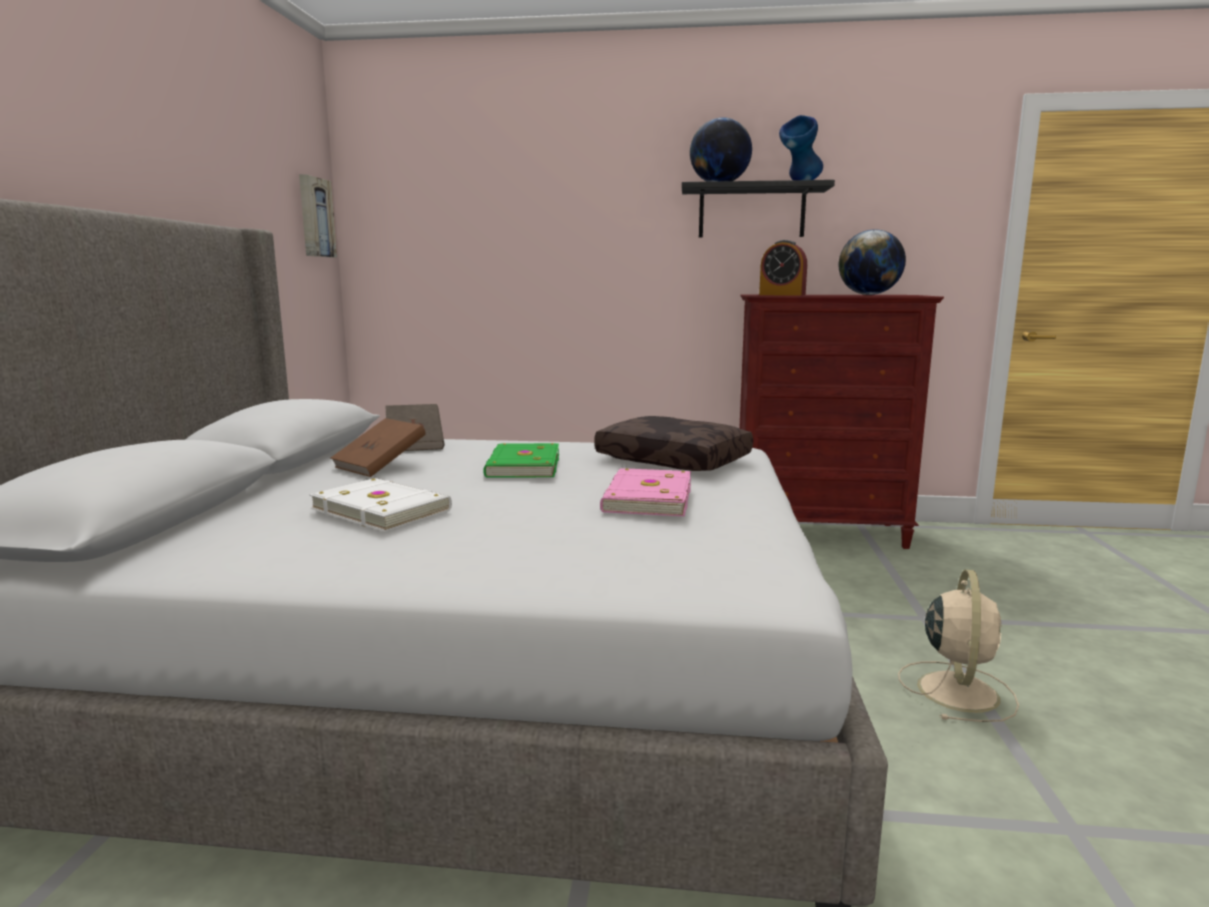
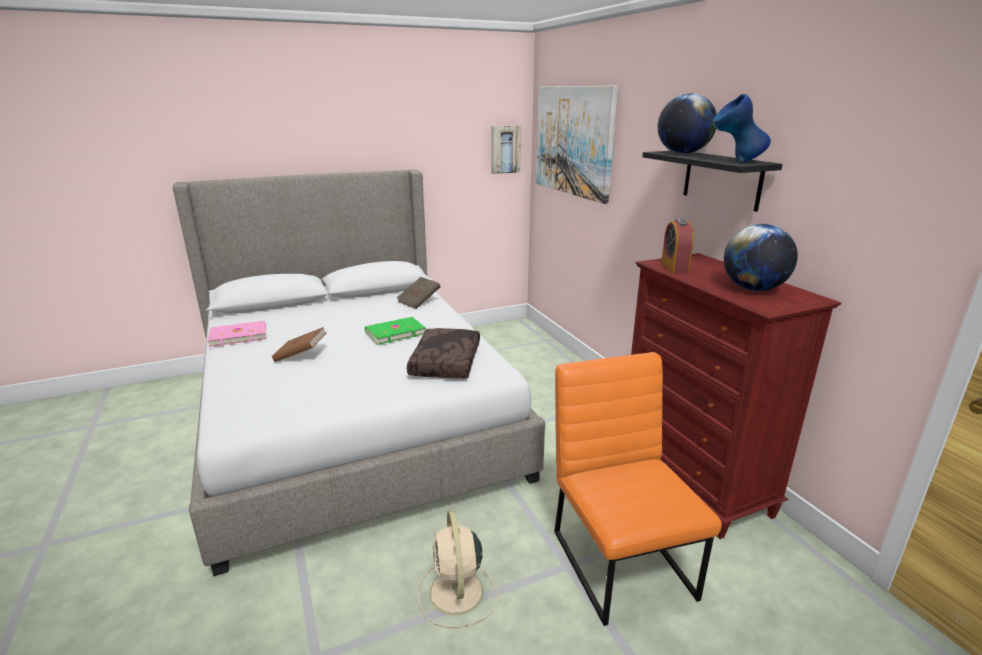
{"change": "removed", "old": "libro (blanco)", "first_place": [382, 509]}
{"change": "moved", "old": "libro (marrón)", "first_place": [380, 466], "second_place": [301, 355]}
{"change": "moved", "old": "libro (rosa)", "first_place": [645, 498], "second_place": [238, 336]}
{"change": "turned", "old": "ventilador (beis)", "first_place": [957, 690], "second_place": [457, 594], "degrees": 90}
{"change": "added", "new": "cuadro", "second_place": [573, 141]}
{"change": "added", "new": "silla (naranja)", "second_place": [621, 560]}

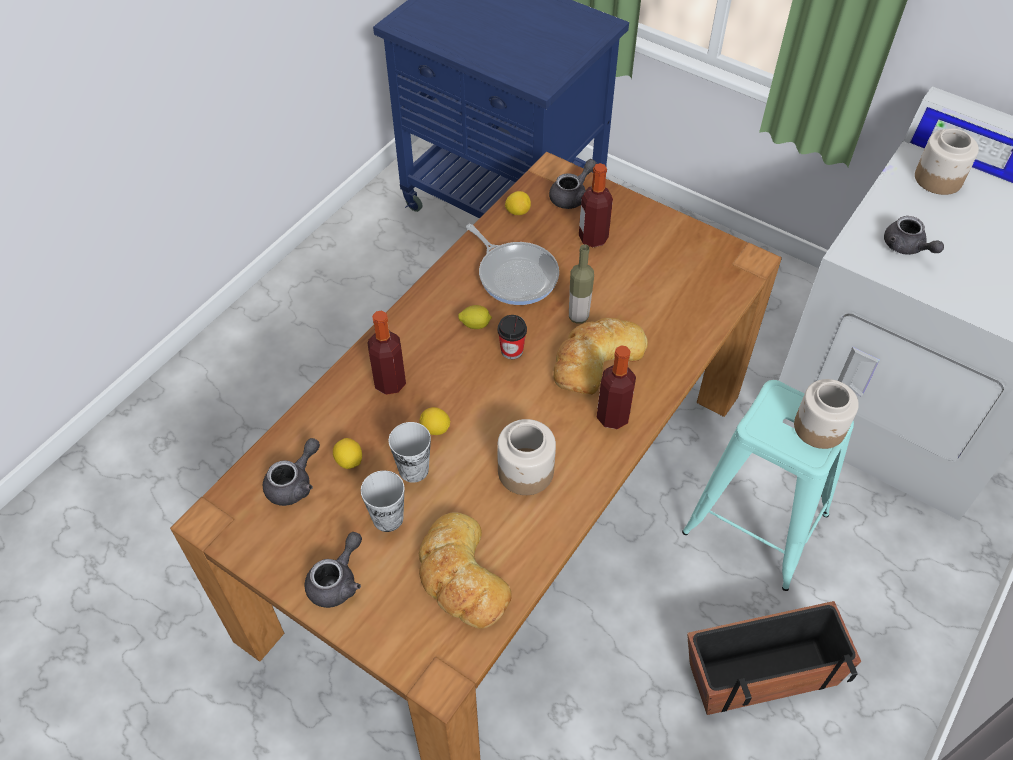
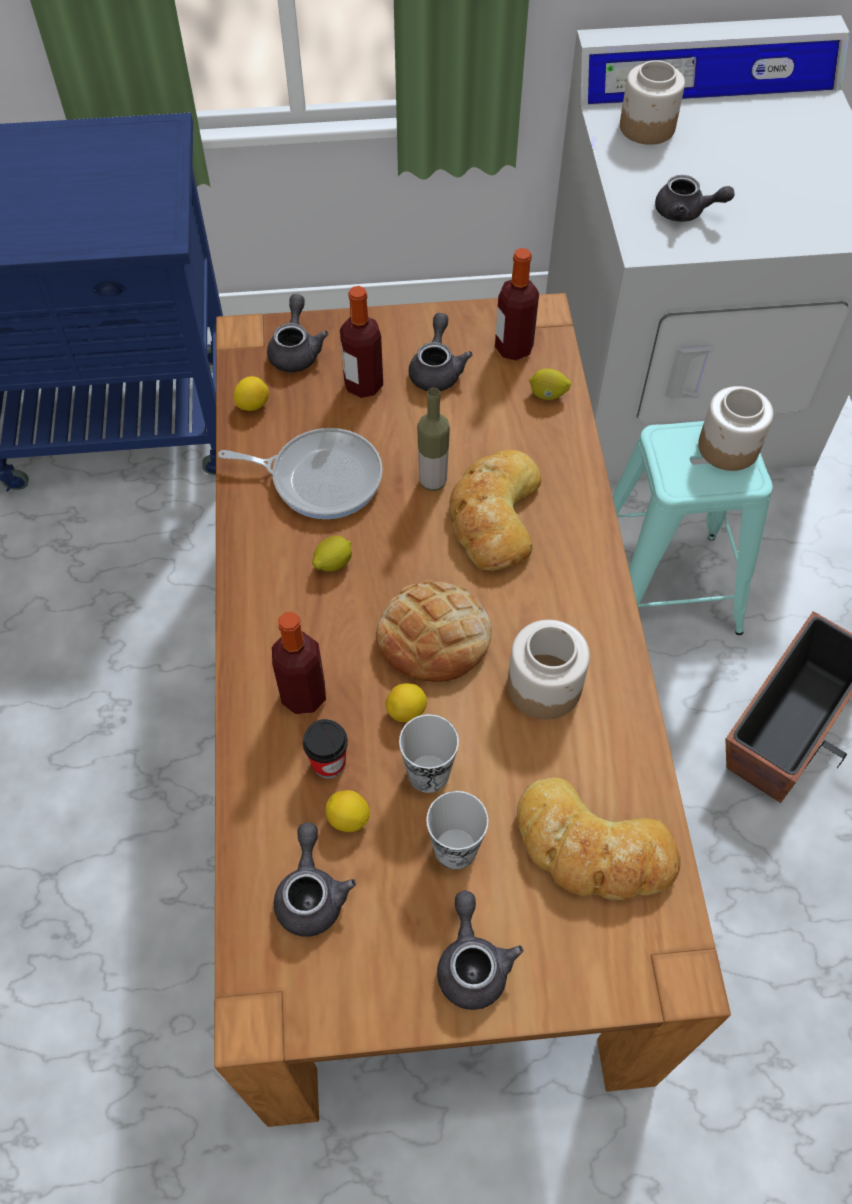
{"change": "moved", "old": "taza", "first_place": [512, 350], "second_place": [329, 763]}
{"change": "moved", "old": "botella", "first_place": [612, 416], "second_place": [513, 348]}
{"change": "added", "new": "pan", "second_place": [434, 636]}
{"change": "added", "new": "tetera (gris)", "second_place": [437, 369]}
{"change": "added", "new": "limón", "second_place": [548, 395]}

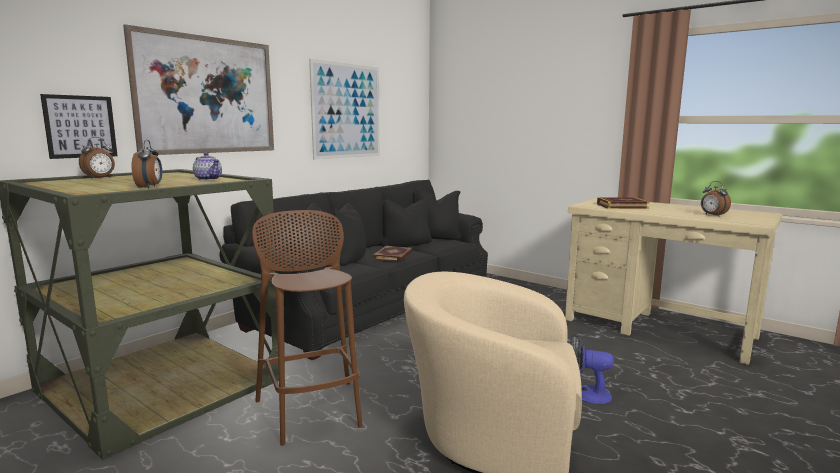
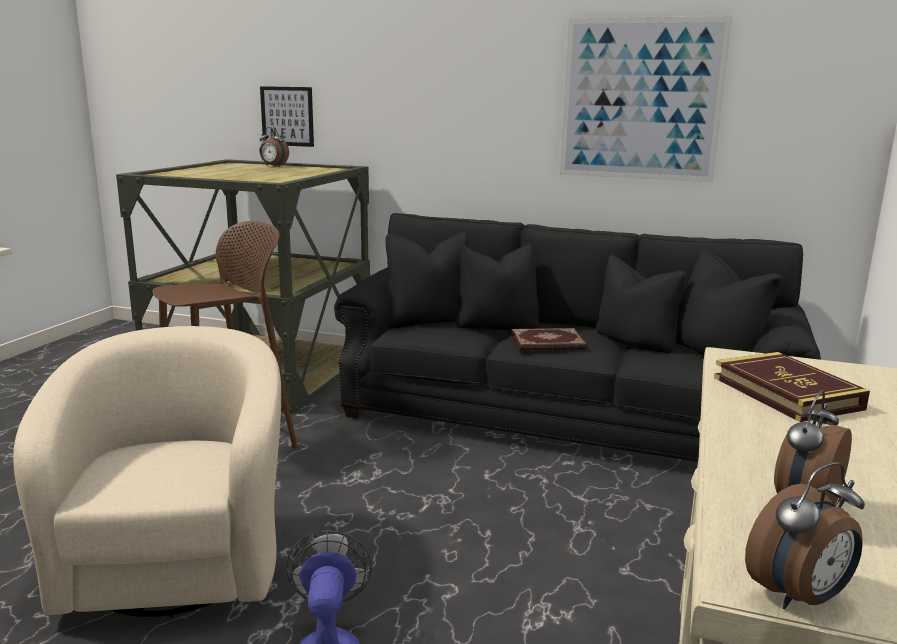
{"change": "removed", "old": "cuadro", "first_place": [207, 95]}
{"change": "moved", "old": "despertador", "first_place": [150, 187], "second_place": [800, 597]}
{"change": "removed", "old": "tetera", "first_place": [209, 179]}

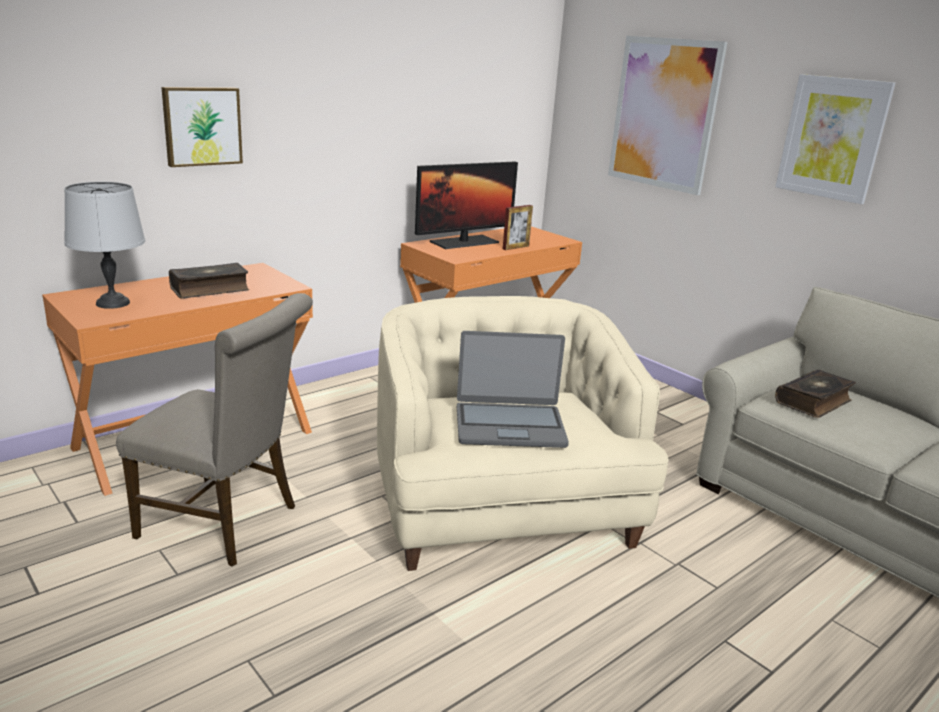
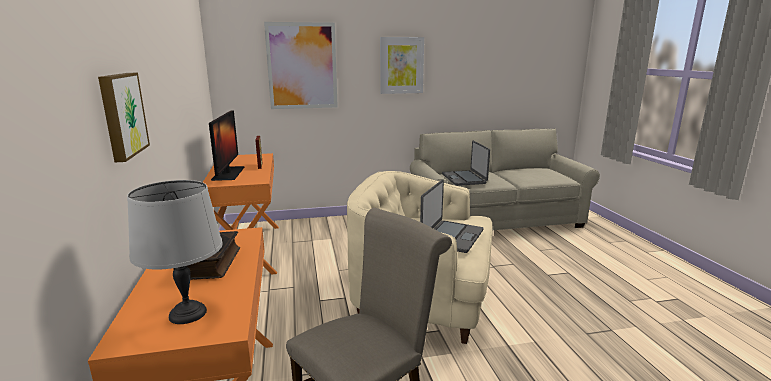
{"change": "replaced", "old": "libro", "new": "portátil", "first_place": [814, 402], "second_place": [464, 179]}

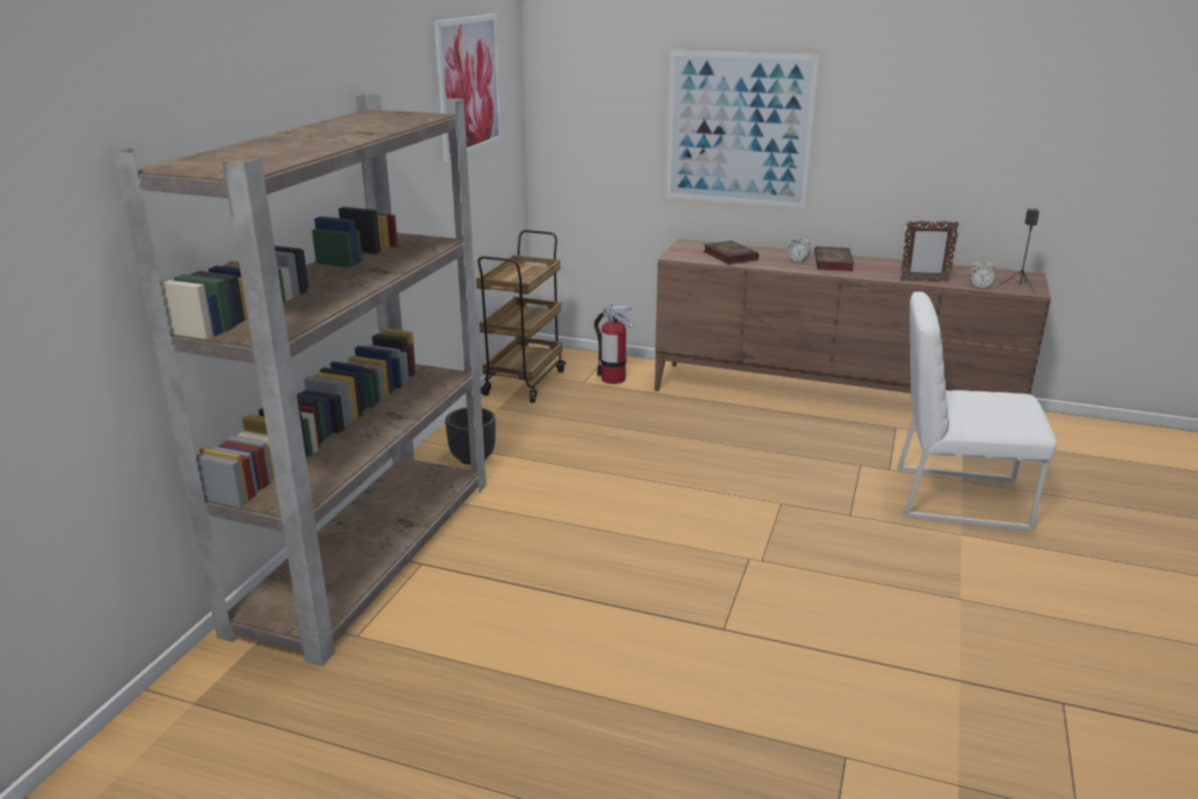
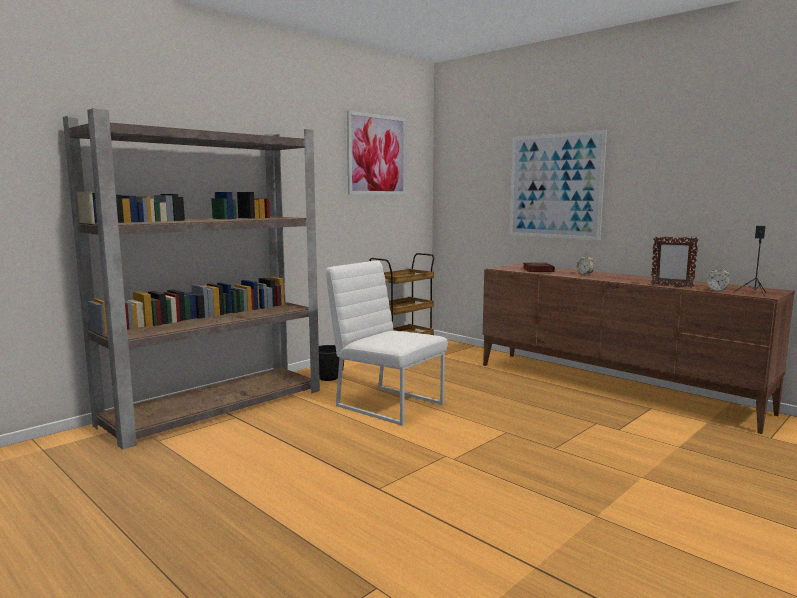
{"change": "removed", "old": "extintor", "first_place": [613, 379]}
{"change": "removed", "old": "libro", "first_place": [834, 263]}
{"change": "moved", "old": "silla (blanco)", "first_place": [956, 496], "second_place": [387, 404]}

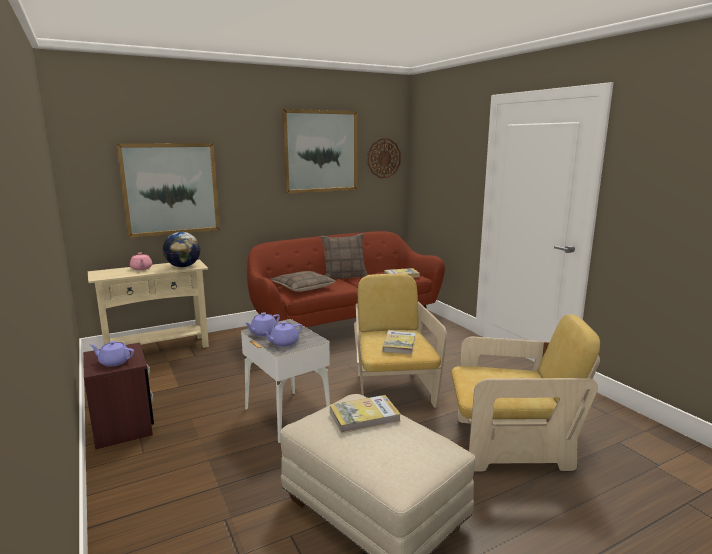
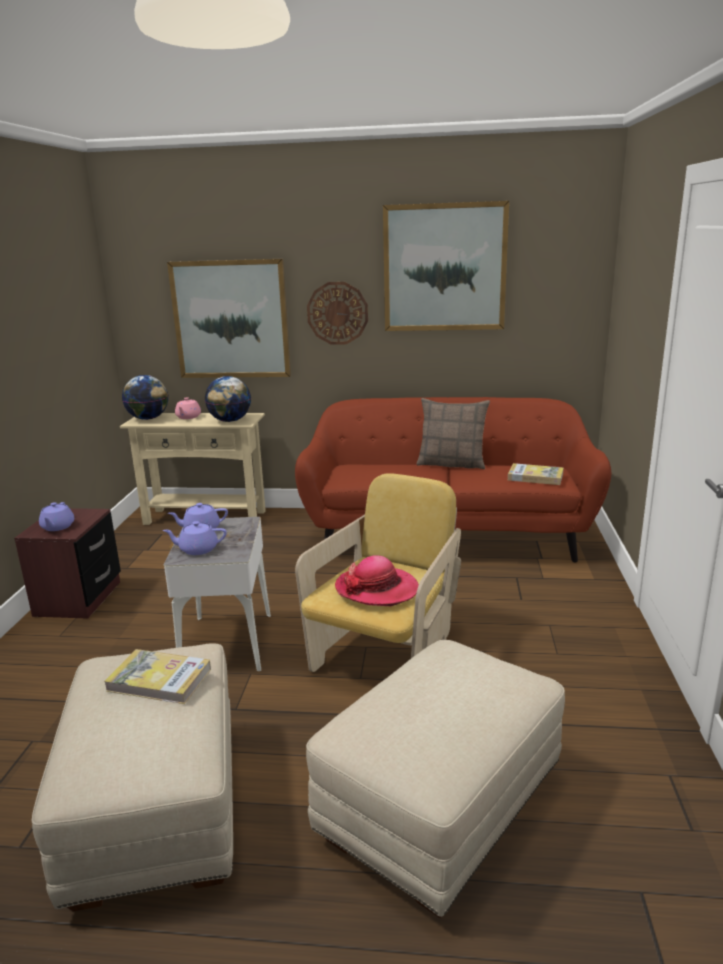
{"change": "turned", "old": "tetera (morado)", "first_place": [114, 362], "second_place": [57, 527], "degrees": -135}
{"change": "removed", "old": "cojín", "first_place": [302, 287]}
{"change": "moved", "old": "reloj de pared", "first_place": [383, 158], "second_place": [337, 313]}
{"change": "replaced", "old": "libro", "new": "sombrero", "first_place": [399, 344], "second_place": [377, 589]}
{"change": "replaced", "old": "sillón (amarillo)", "new": "puf (beis)", "first_place": [511, 446], "second_place": [440, 808]}
{"change": "added", "new": "globo terráqueo", "second_place": [148, 418]}

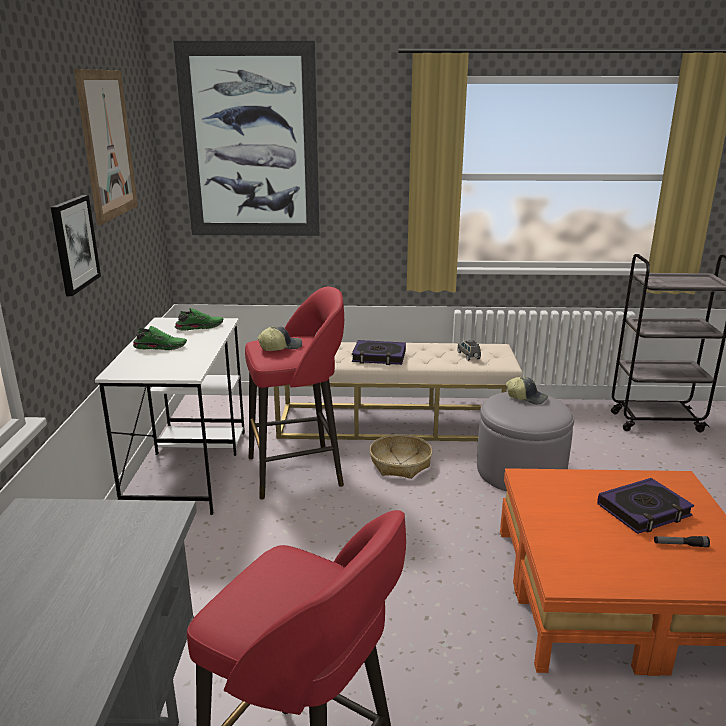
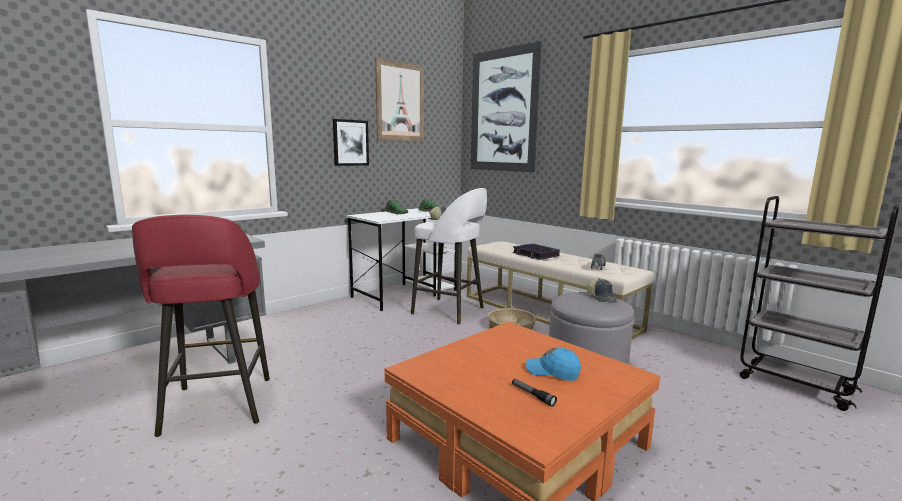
{"change": "recoloured", "old": "taburete (rojo)", "new": "taburete (blanco)", "first_place": [298, 471], "second_place": [450, 311]}
{"change": "replaced", "old": "libro", "new": "gorra (azul)", "first_place": [644, 511], "second_place": [552, 372]}

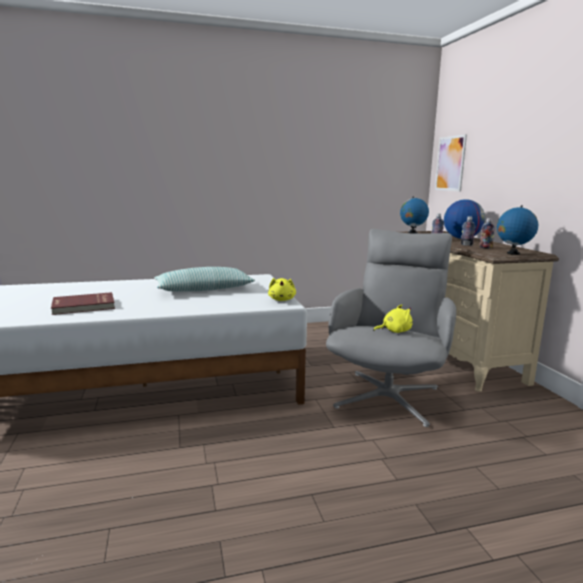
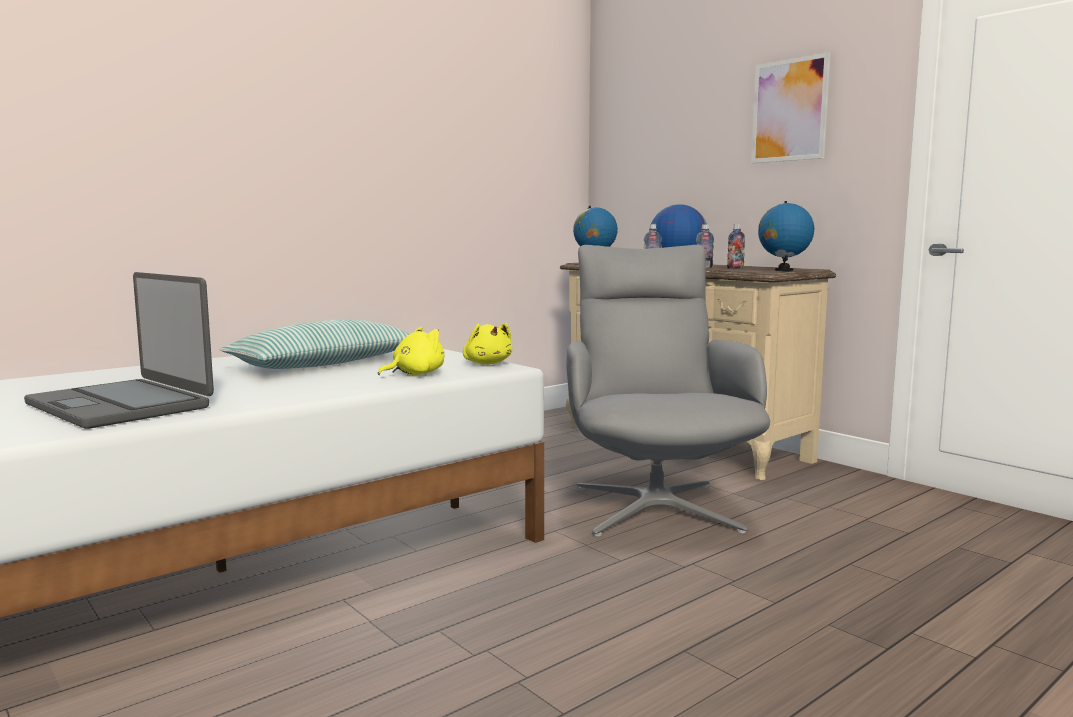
{"change": "replaced", "old": "libro (rojo)", "new": "portátil", "first_place": [84, 306], "second_place": [121, 405]}
{"change": "moved", "old": "peluche (amarillo)", "first_place": [394, 331], "second_place": [415, 374]}
{"change": "moved", "old": "cuadro", "first_place": [450, 163], "second_place": [789, 110]}

